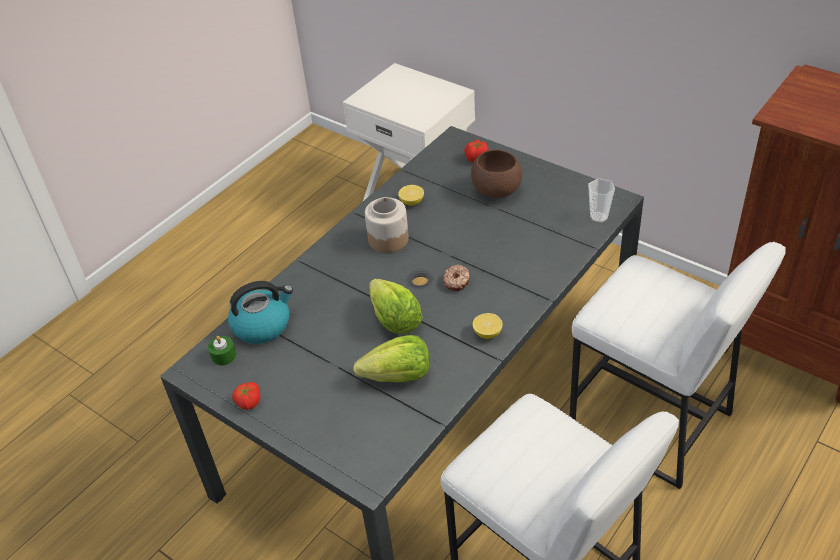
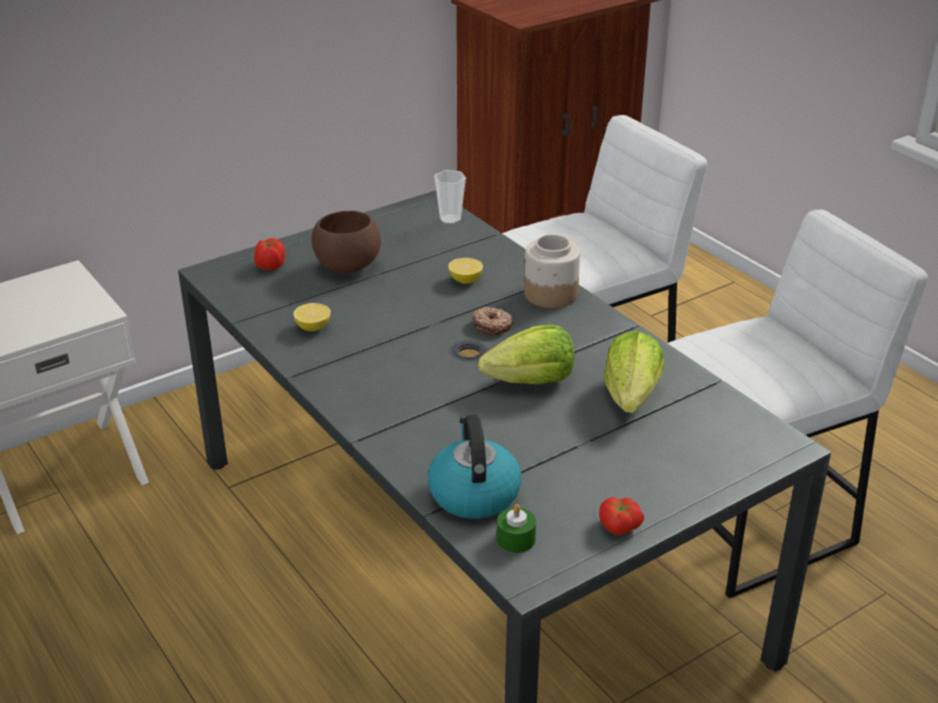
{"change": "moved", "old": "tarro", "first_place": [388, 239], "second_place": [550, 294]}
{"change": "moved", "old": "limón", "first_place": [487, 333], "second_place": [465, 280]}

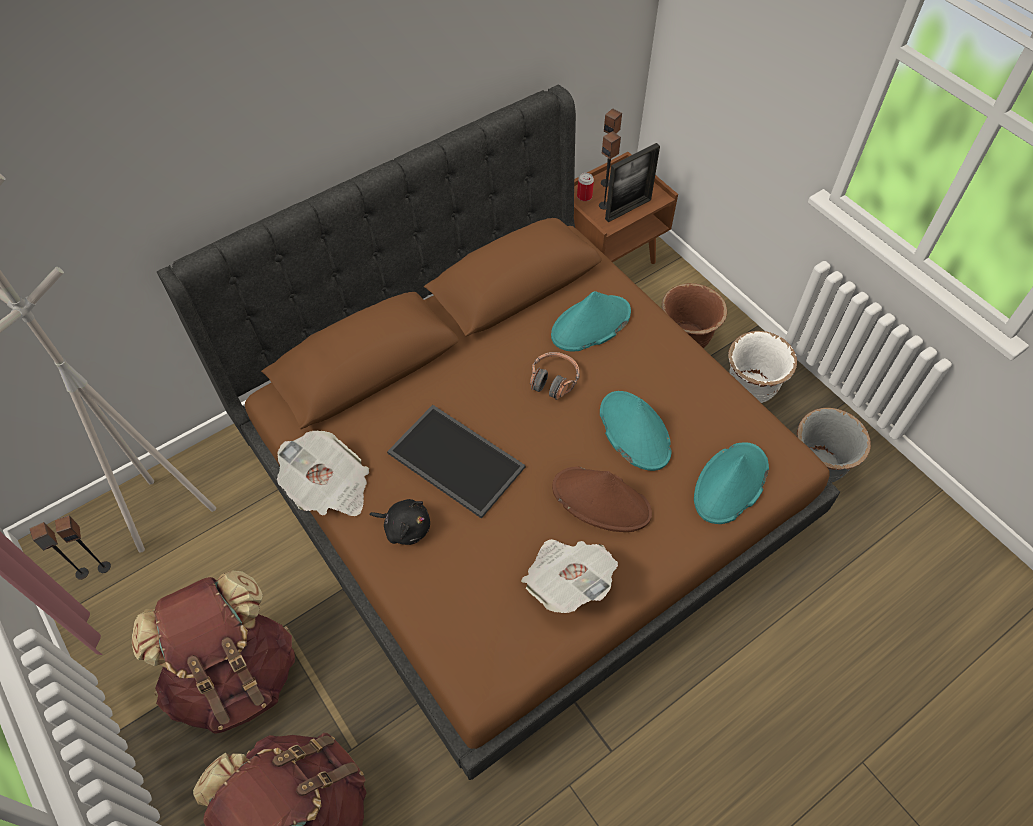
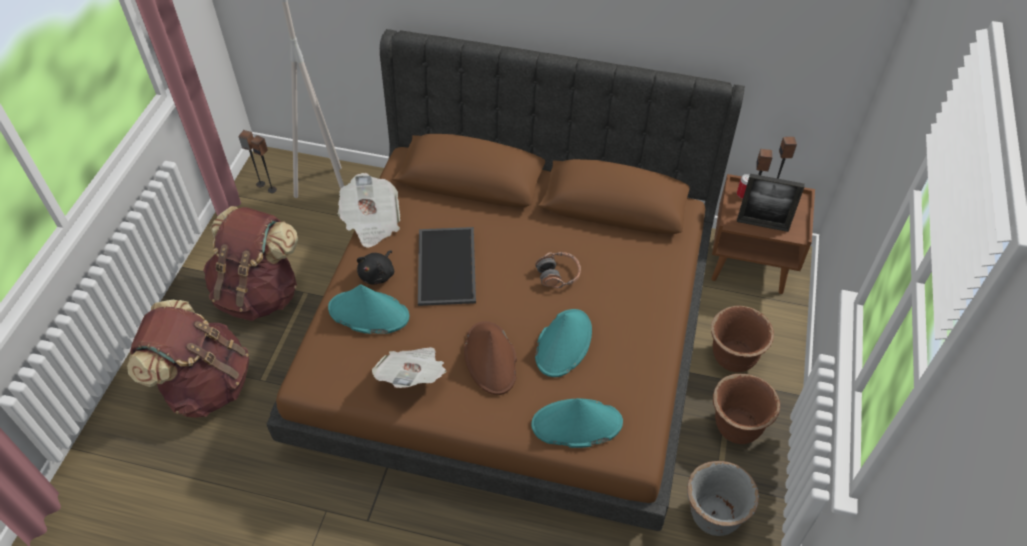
{"change": "turned", "old": "peluche (negro)", "first_place": [405, 527], "second_place": [378, 274], "degrees": 45}
{"change": "moved", "old": "sombrero (turquesa)", "first_place": [590, 324], "second_place": [368, 313]}
{"change": "recoloured", "old": "maceta (blanco)", "new": "maceta (marrón)", "first_place": [751, 389], "second_place": [736, 427]}

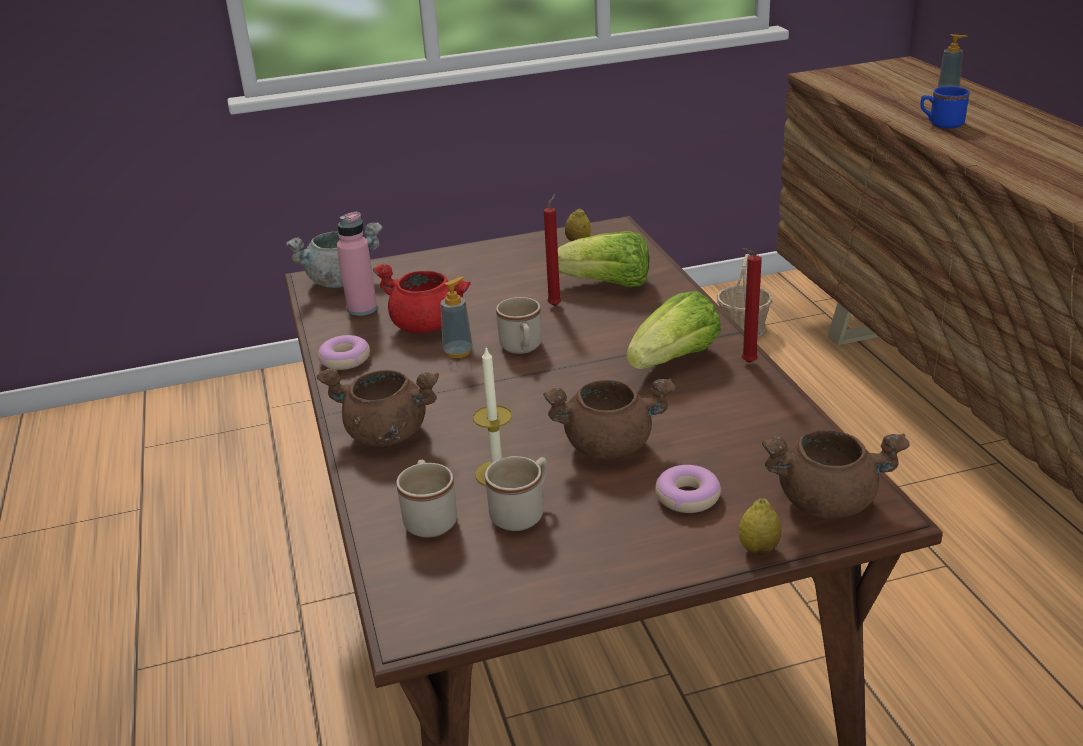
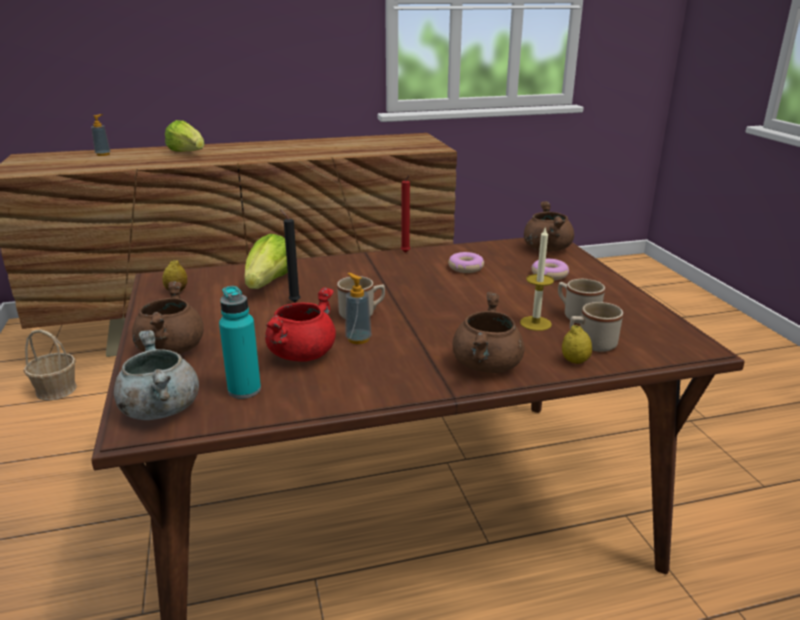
{"change": "moved", "old": "rosquilla", "first_place": [345, 359], "second_place": [465, 268]}
{"change": "recoloured", "old": "botella (rosa)", "new": "botella (turquesa)", "first_place": [362, 309], "second_place": [244, 390]}
{"change": "moved", "old": "olla (marrón)", "first_place": [609, 445], "second_place": [170, 348]}
{"change": "recoloured", "old": "vela (rojo)", "new": "vela (negro)", "first_place": [556, 305], "second_place": [293, 302]}
{"change": "moved", "old": "lechuga", "first_place": [674, 360], "second_place": [187, 153]}
{"change": "moved", "old": "limón", "first_place": [758, 549], "second_place": [575, 361]}
{"change": "removed", "old": "taza grande (azul)", "first_place": [941, 124]}

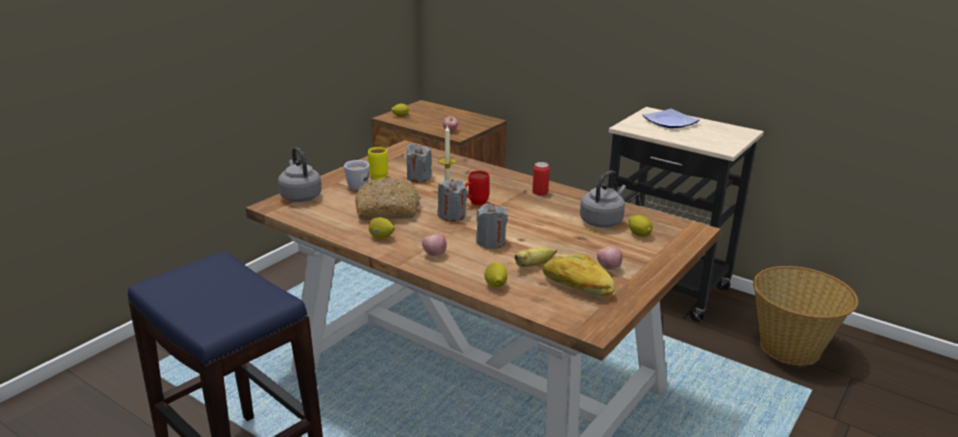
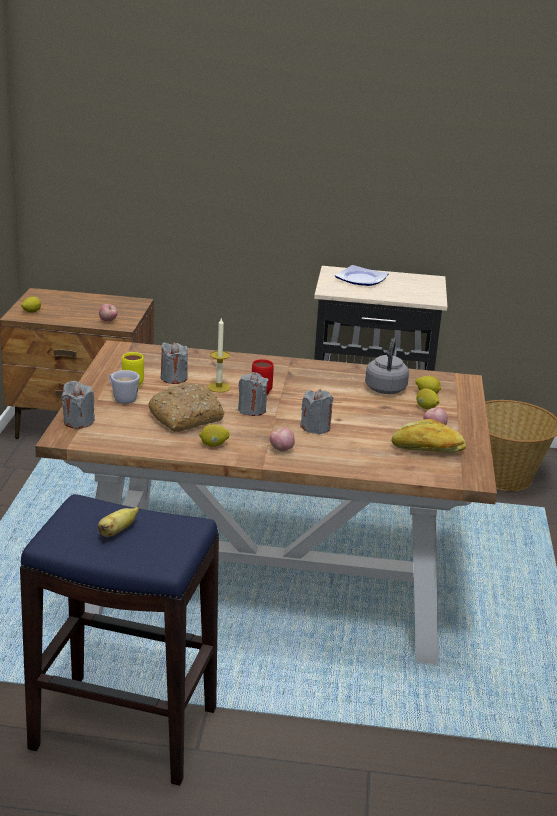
{"change": "replaced", "old": "hervidor (gris)", "new": "vela (gris)", "first_place": [300, 196], "second_place": [78, 422]}
{"change": "moved", "old": "limón", "first_place": [495, 285], "second_place": [426, 408]}
{"change": "moved", "old": "plátano", "first_place": [533, 265], "second_place": [117, 531]}
{"change": "removed", "old": "lata", "first_place": [540, 192]}

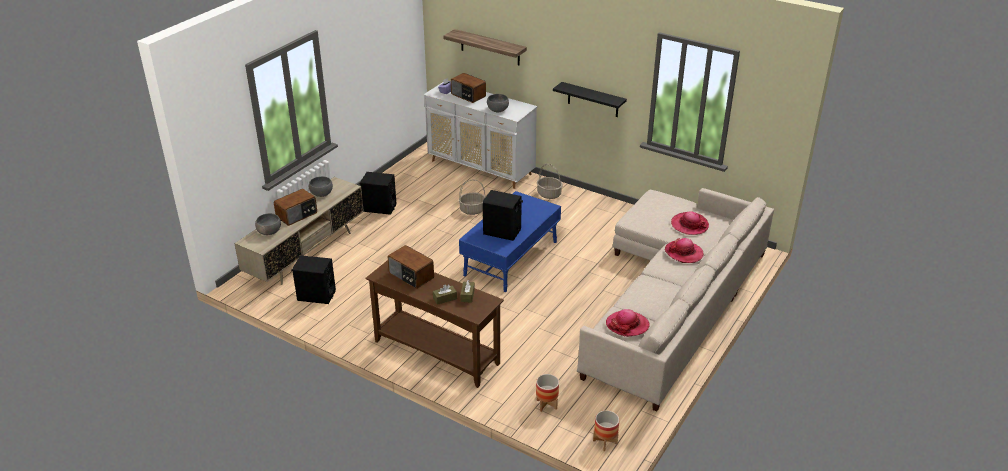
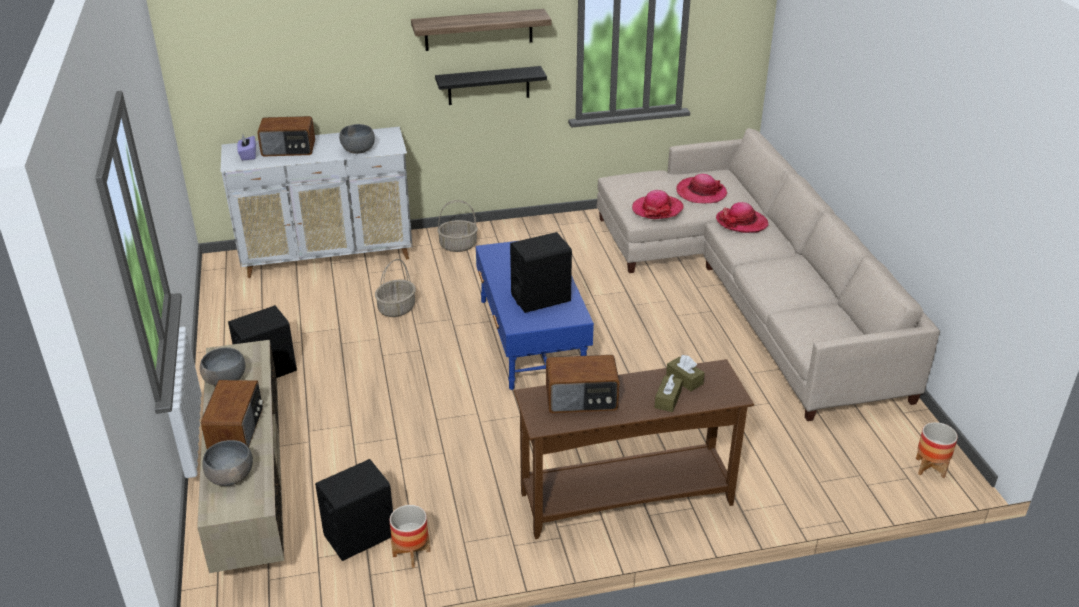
{"change": "moved", "old": "estante", "first_place": [490, 47], "second_place": [478, 30]}
{"change": "moved", "old": "maceta", "first_place": [546, 404], "second_place": [411, 553]}
{"change": "moved", "old": "sombrero", "first_place": [627, 325], "second_place": [657, 209]}

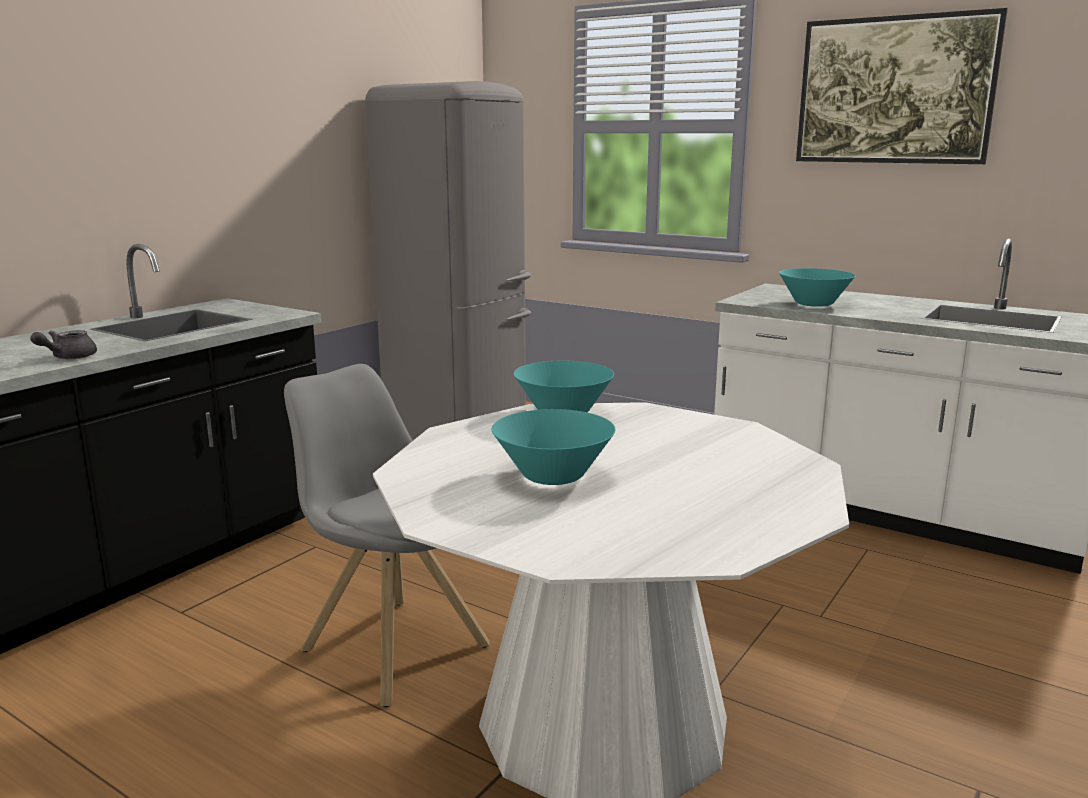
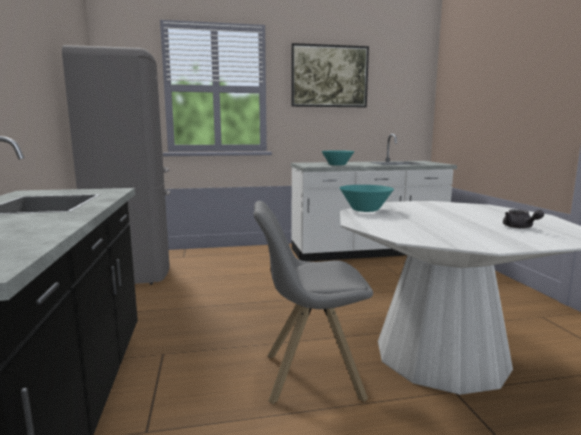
{"change": "moved", "old": "tetera (gris)", "first_place": [68, 357], "second_place": [520, 227]}
{"change": "removed", "old": "cuenco (turquesa)", "first_place": [553, 476]}

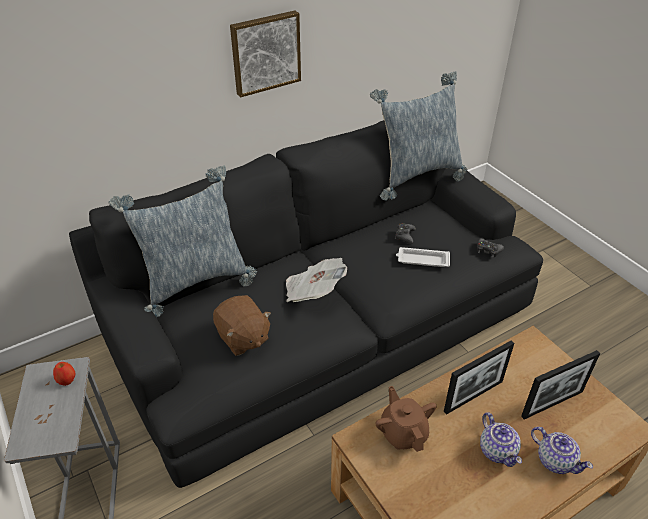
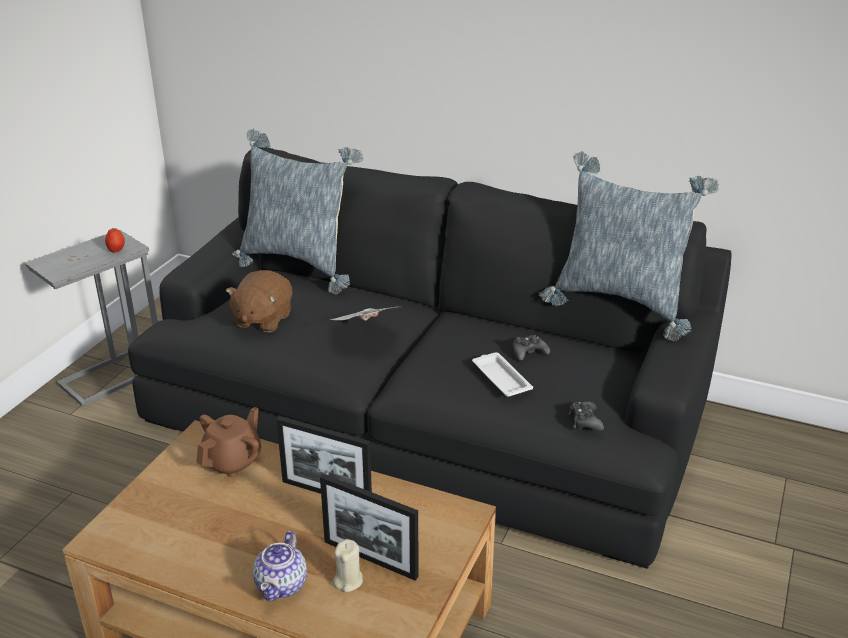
{"change": "removed", "old": "cuadro", "first_place": [265, 52]}
{"change": "removed", "old": "tetera", "first_place": [497, 450]}
{"change": "added", "new": "vela (beis)", "second_place": [348, 580]}

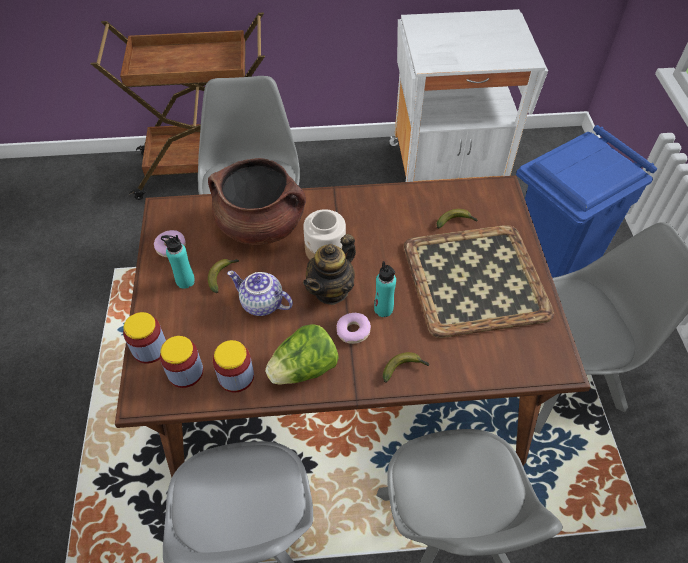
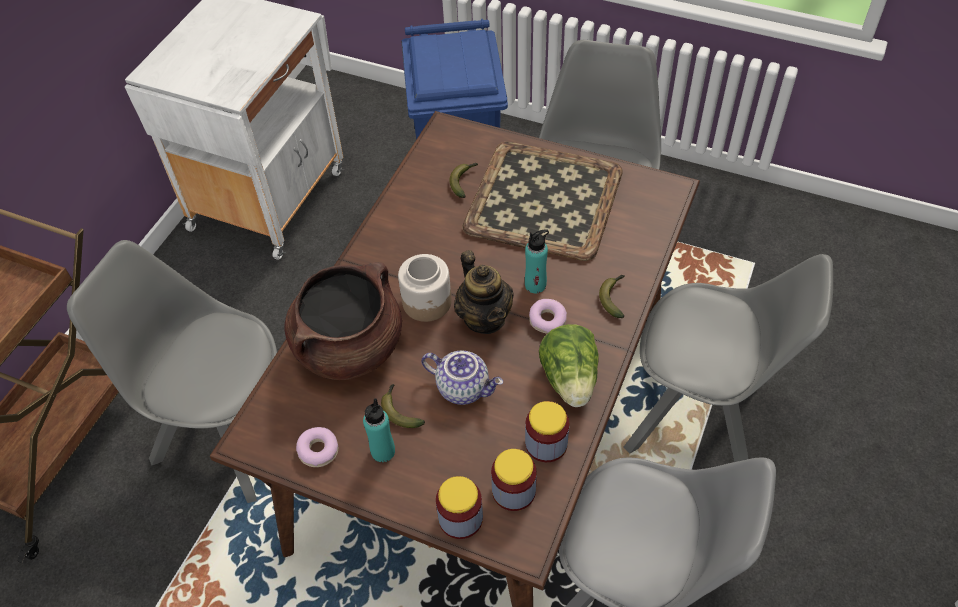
{"change": "turned", "old": "tetera", "first_place": [261, 304], "second_place": [464, 387], "degrees": -120}

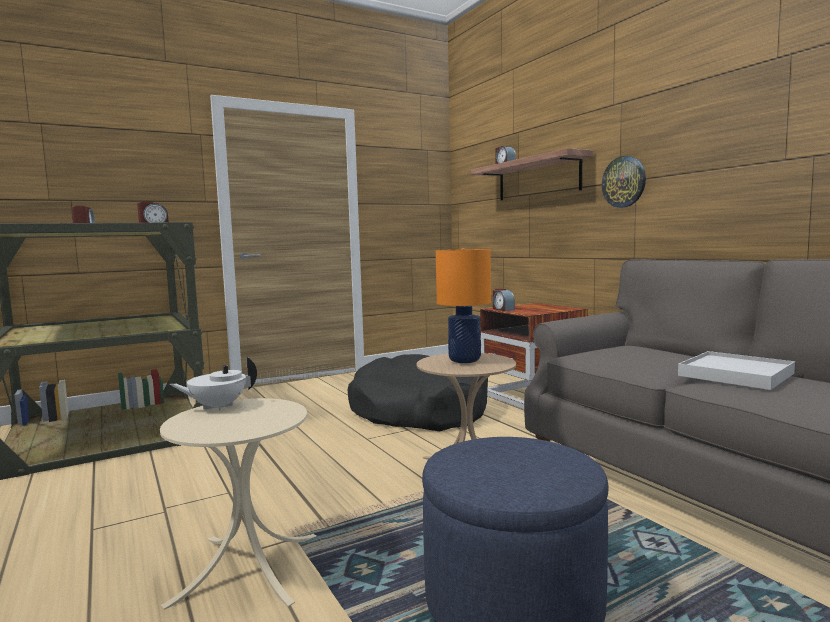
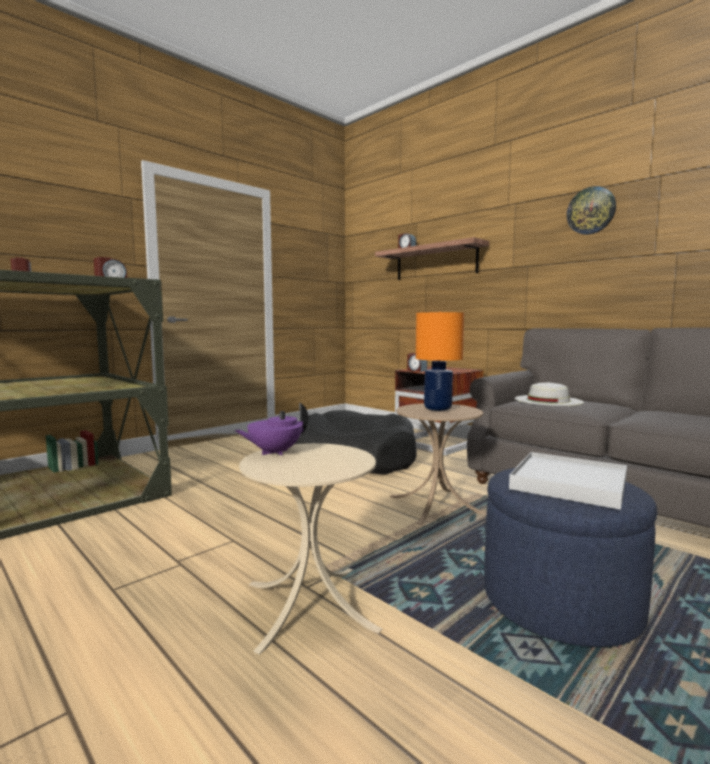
{"change": "recoloured", "old": "tetera (blanco)", "new": "tetera (morado)", "first_place": [217, 407], "second_place": [274, 452]}
{"change": "moved", "old": "reloj de pared", "first_place": [624, 182], "second_place": [591, 210]}
{"change": "moved", "old": "bandeja (blanco)", "first_place": [736, 374], "second_place": [569, 484]}
{"change": "added", "new": "sombrero (blanco)", "second_place": [548, 400]}

